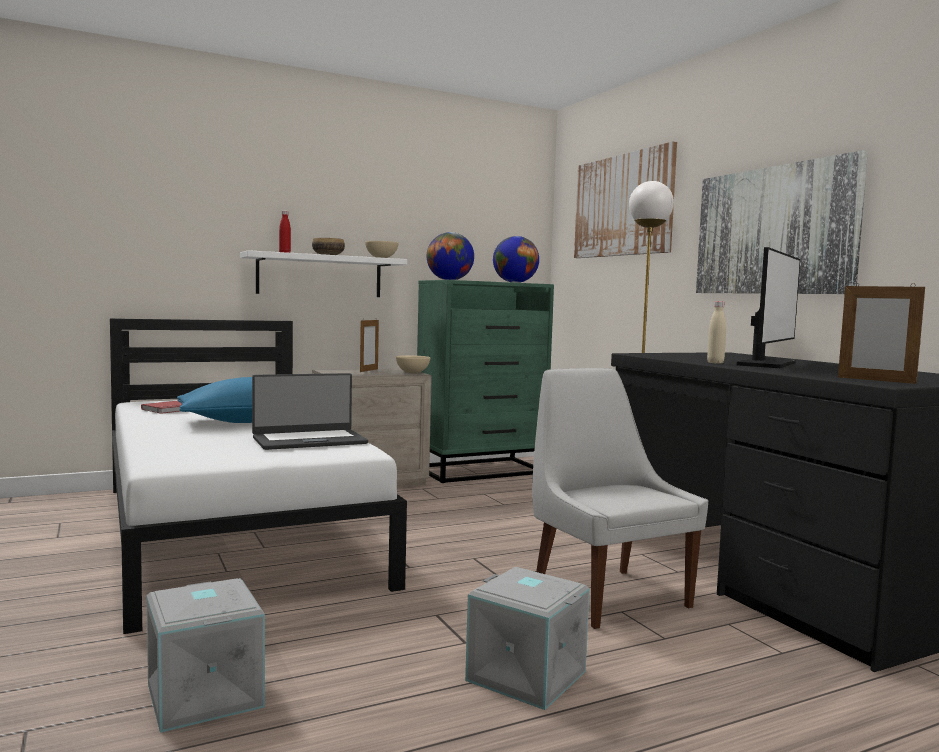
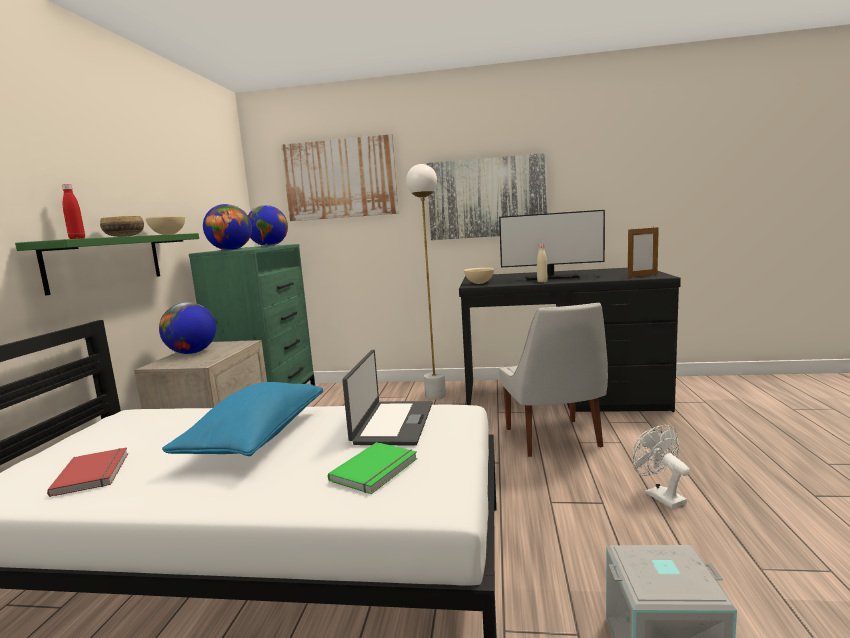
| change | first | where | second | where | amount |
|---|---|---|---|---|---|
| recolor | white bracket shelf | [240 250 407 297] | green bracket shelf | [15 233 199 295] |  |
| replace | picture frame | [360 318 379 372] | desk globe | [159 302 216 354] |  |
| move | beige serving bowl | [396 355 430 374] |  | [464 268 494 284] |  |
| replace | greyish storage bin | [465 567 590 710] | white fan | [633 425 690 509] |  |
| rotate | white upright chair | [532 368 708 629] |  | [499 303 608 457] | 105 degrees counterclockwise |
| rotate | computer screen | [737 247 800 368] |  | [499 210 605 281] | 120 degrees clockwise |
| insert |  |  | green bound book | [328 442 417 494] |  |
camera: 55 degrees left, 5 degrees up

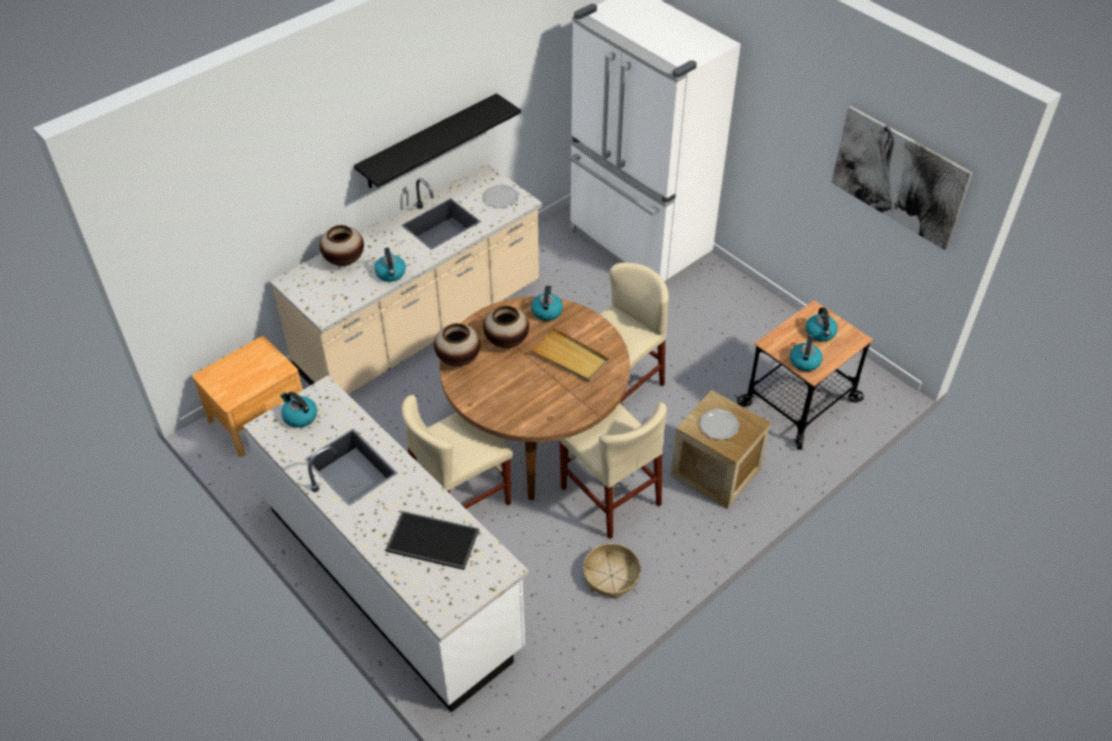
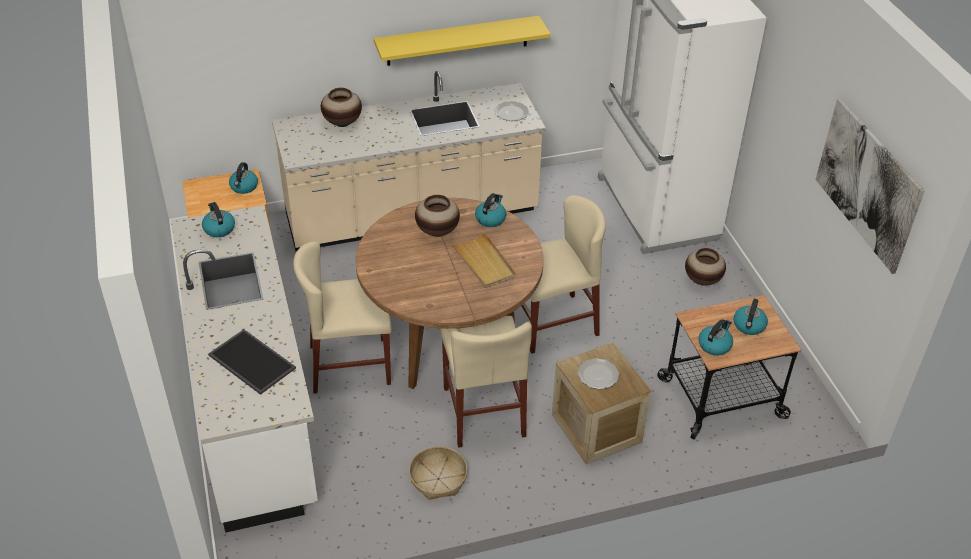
| change | first | where | second | where | amount |
|---|---|---|---|---|---|
| recolor | black-coloured bracket shelf | [354 93 521 188] | yellow-coloured bracket shelf | [374 16 551 66] |  |
| move | tea kettle | [374 248 406 282] |  | [229 162 258 194] |  |
| move | flower vase | [434 323 481 367] |  | [685 248 726 286] |  |
camera: 25 degrees right, 5 degrees down

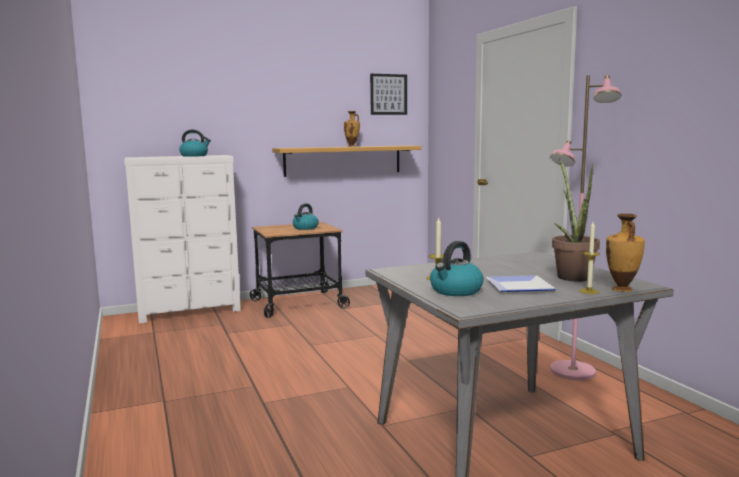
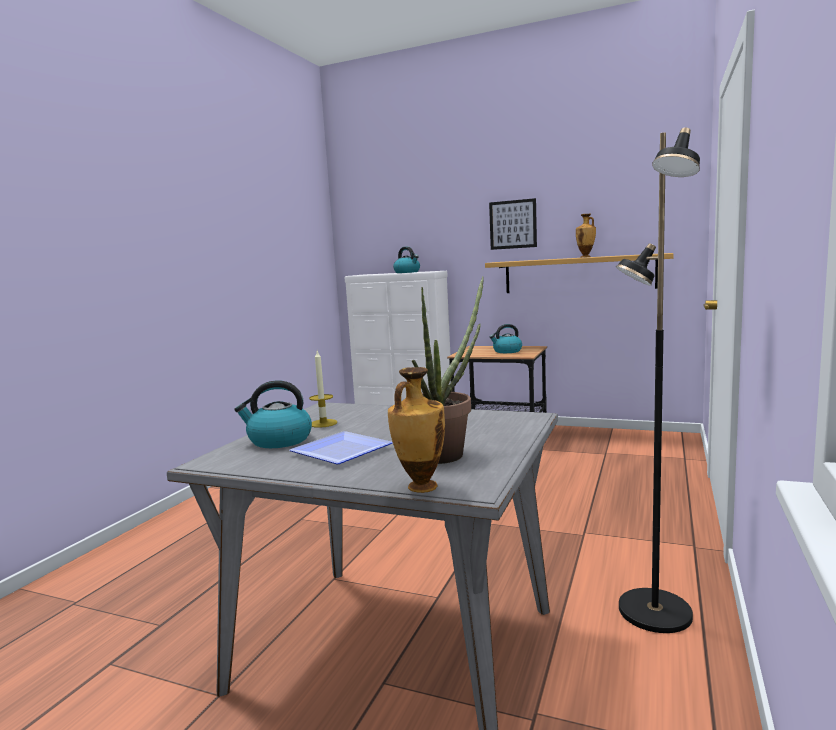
| change | first | where | second | where | amount |
|---|---|---|---|---|---|
| move | wall picture | [370 74 407 115] |  | [489 198 537 250] |  |
| recolor | pink-coloured standard lamp | [550 75 621 381] | black-coloured standard lamp | [616 128 700 633] |  |
| delete | wax candle | [579 222 600 294] |  |  |  |
camera: 45 degrees right, 0 degrees up

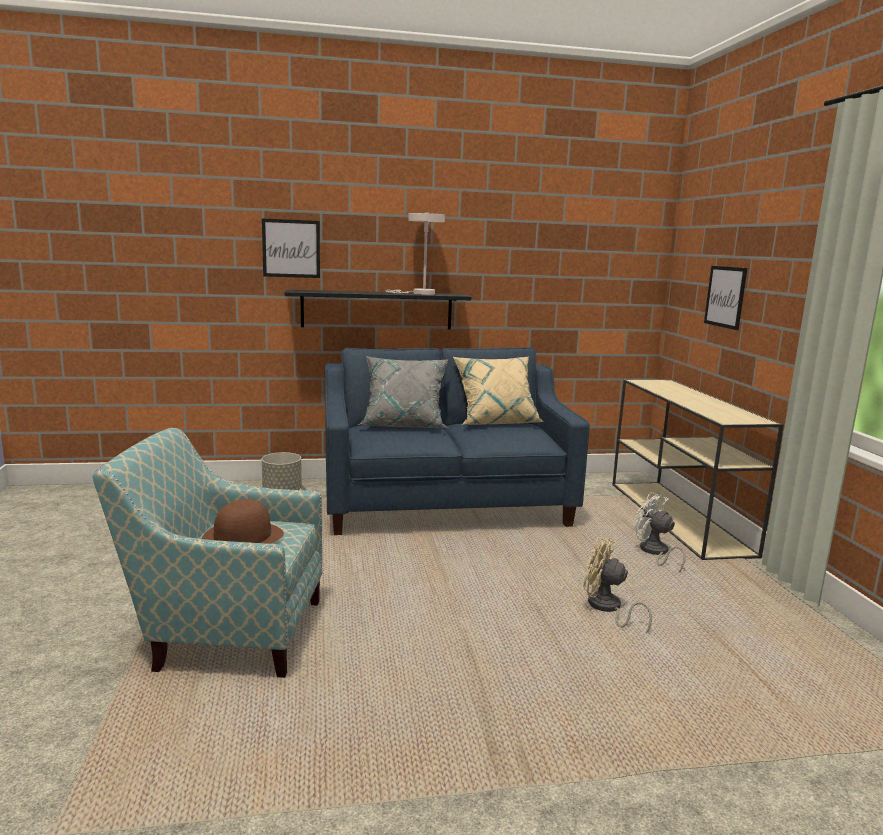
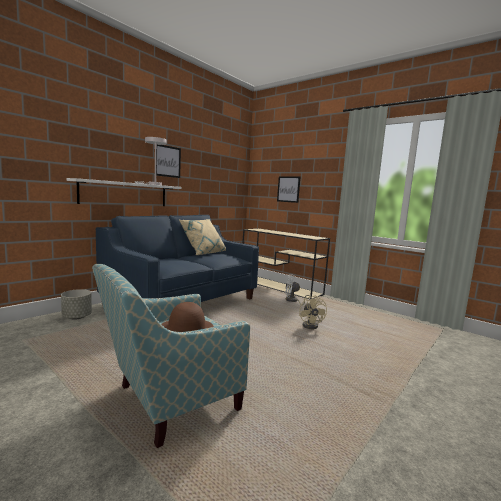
| change | first | where | second | where | amount |
|---|---|---|---|---|---|
| move | wall picture | [262 219 320 278] |  | [156 145 181 178] |  |
| recolor | black-coloured bracket shelf | [285 290 471 329] | white bracket shelf | [66 178 181 206] |  |
| delete | greyish pillow | [357 356 449 428] |  |  |  |
| rotate | beige fan | [583 537 652 634] |  | [299 295 327 329] | 90 degrees counterclockwise |
camera: 40 degrees left, 5 degrees down

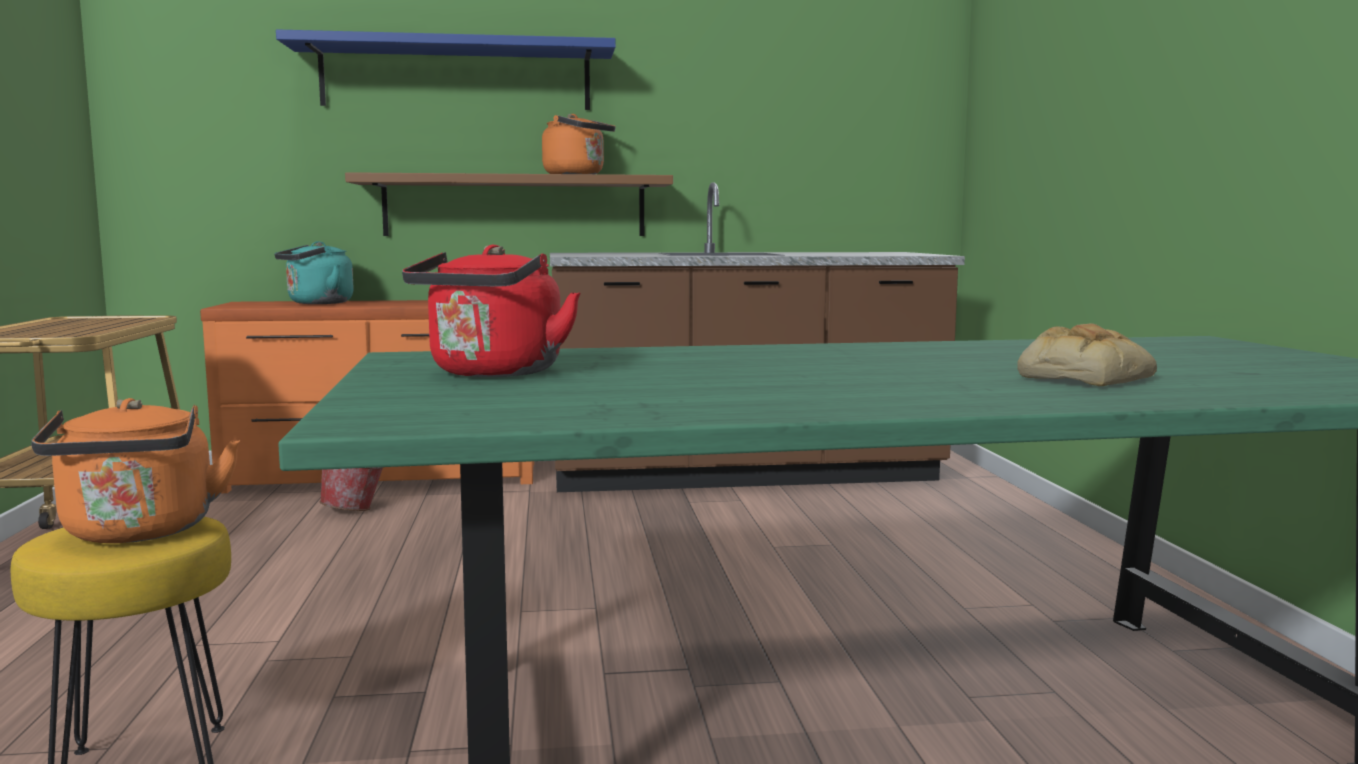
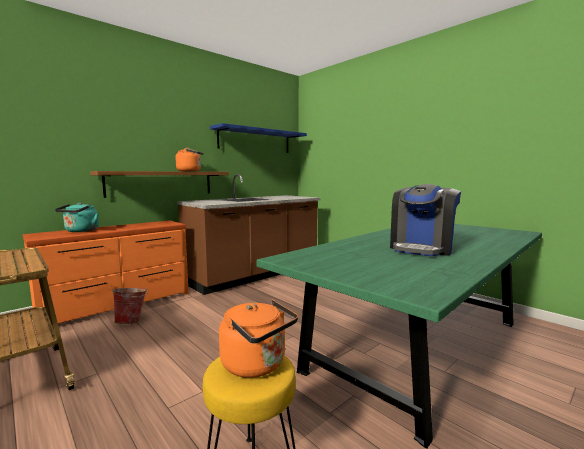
| change | first | where | second | where | amount |
|---|---|---|---|---|---|
| move | bluish bracket shelf | [276 29 616 110] |  | [210 123 307 153] |  |
| delete | red-coloured tea kettle | [402 245 581 377] |  |  |  |
| delete | bakery bread | [1017 323 1157 386] |  |  |  |
| insert |  |  | coffee brewer | [390 184 461 256] |  |
camera: 35 degrees left, 0 degrees up

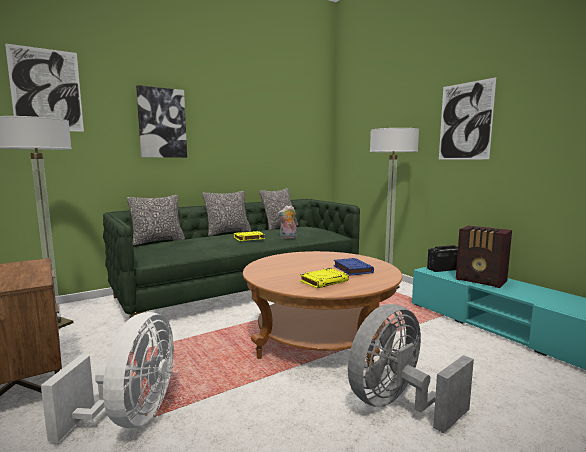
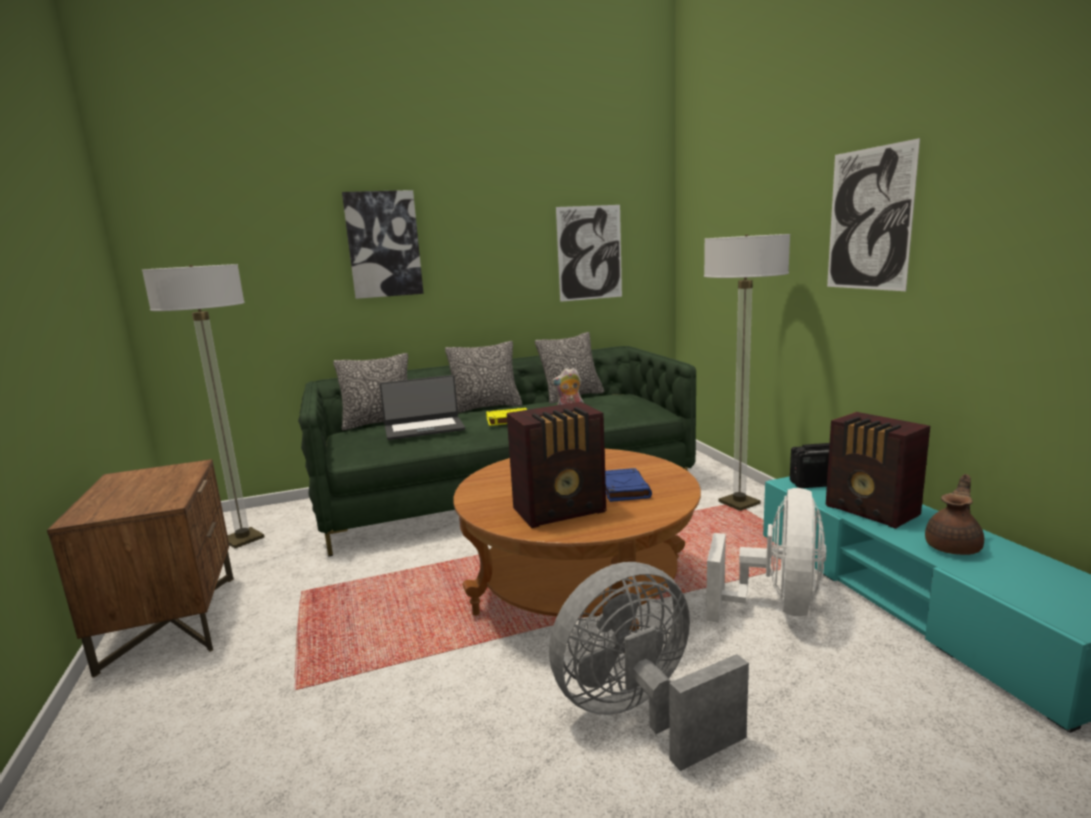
| change | first | where | second | where | amount |
|---|---|---|---|---|---|
| move | wall picture | [5 43 84 132] |  | [556 205 622 302] |  |
| move | white fan | [41 312 174 442] |  | [706 488 826 623] |  |
| replace | yellow-coloured bound book | [300 268 349 288] | radio | [507 402 606 528] |  |
| insert |  |  | laptop | [380 375 465 440] |  |
| insert |  |  | brown teapot | [925 474 984 555] |  |
camera: 15 degrees right, 5 degrees up

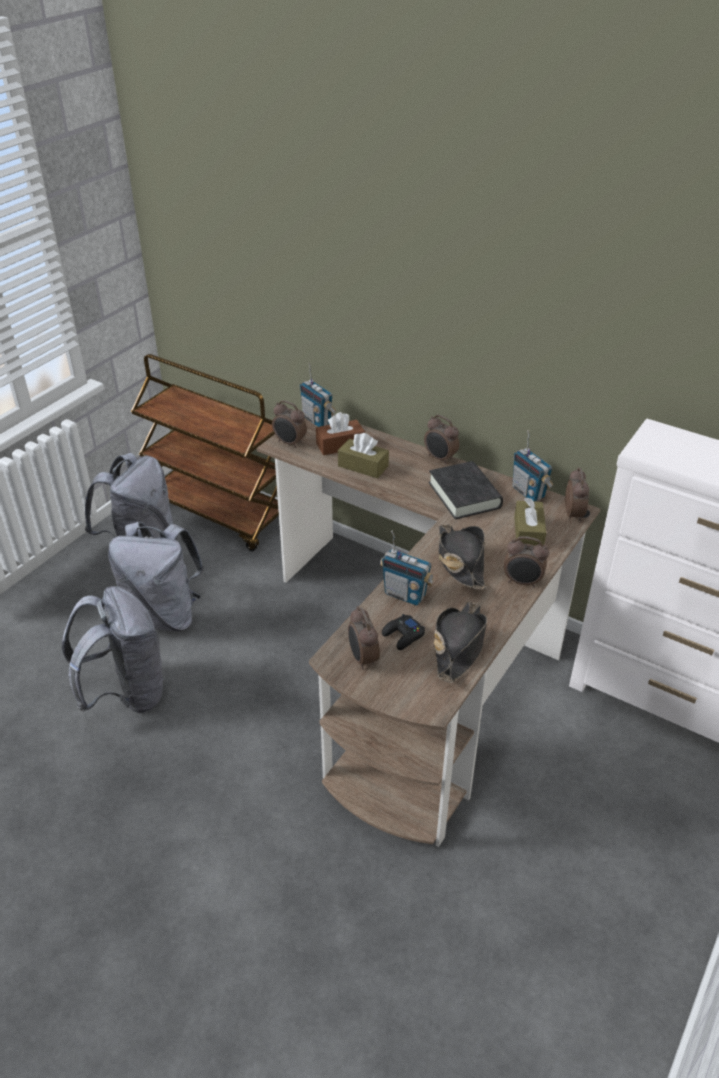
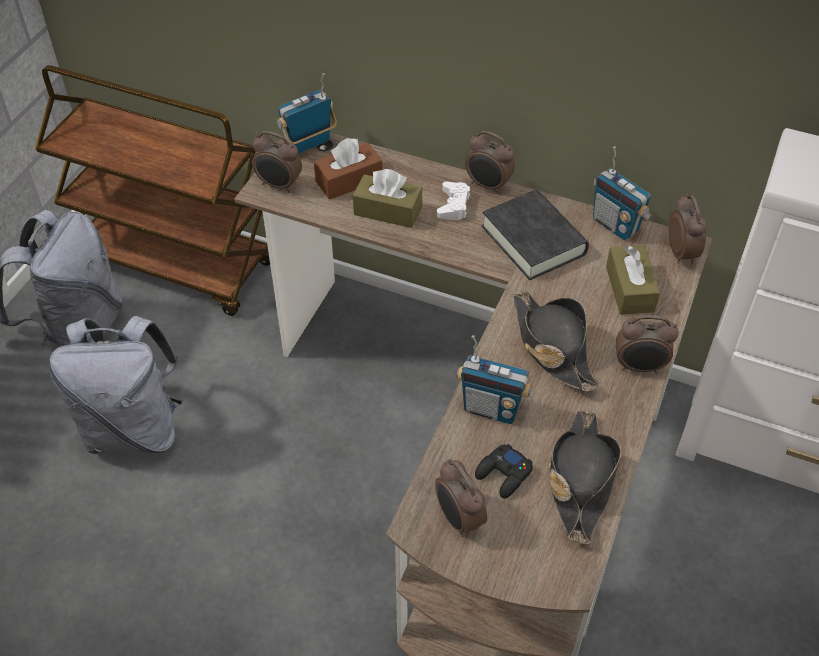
| change | first | where | second | where | amount |
|---|---|---|---|---|---|
| delete | greyish knapsack | [62 586 165 713] |  |  |  |
| rotate | radio | [300 363 337 427] |  | [277 73 337 154] | 105 degrees clockwise |
| insert |  |  | white gamepad | [437 181 471 220] |  |
camera: 10 degrees left, 10 degrees up

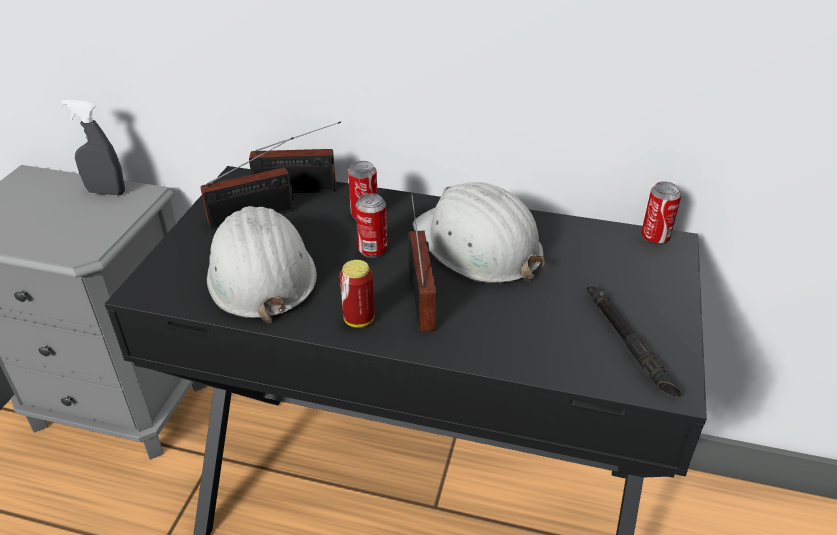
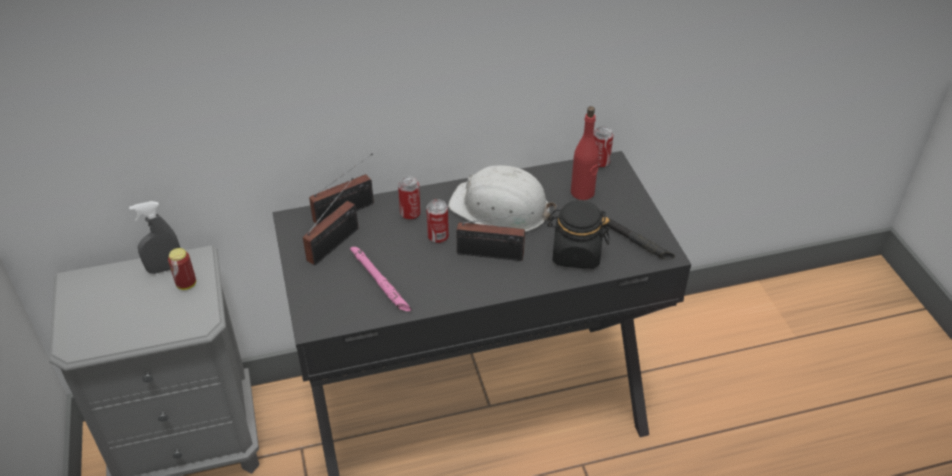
| change | first | where | second | where | amount |
|---|---|---|---|---|---|
| replace | white work helmet | [207 206 317 323] | pink-coloured flashlight | [350 246 412 312] |  |
| move | sealed can | [340 260 375 327] |  | [168 248 196 290] |  |
| rotate | radio | [409 193 436 331] |  | [456 212 534 261] | 135 degrees clockwise |
| insert |  |  | black-coloured jar | [547 200 610 269] |  |
| insert |  |  | red-coloured drink bottle | [571 106 599 200] |  |
camera: 30 degrees left, 5 degrees up

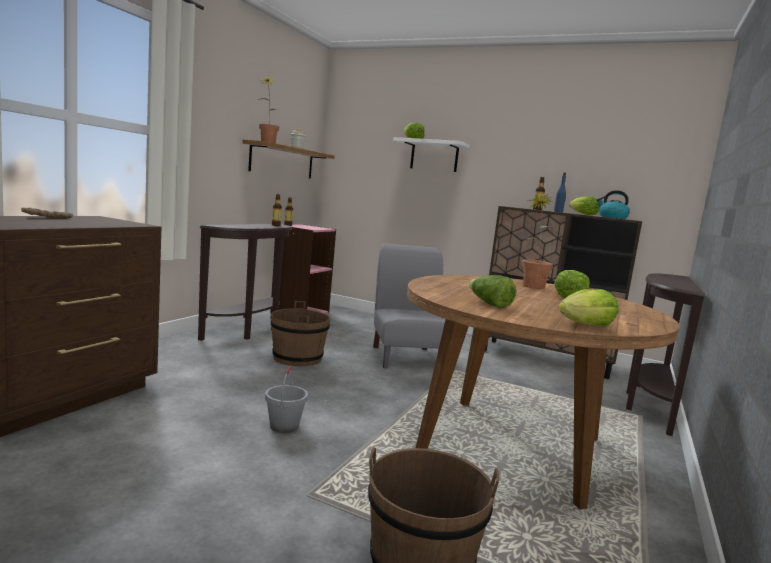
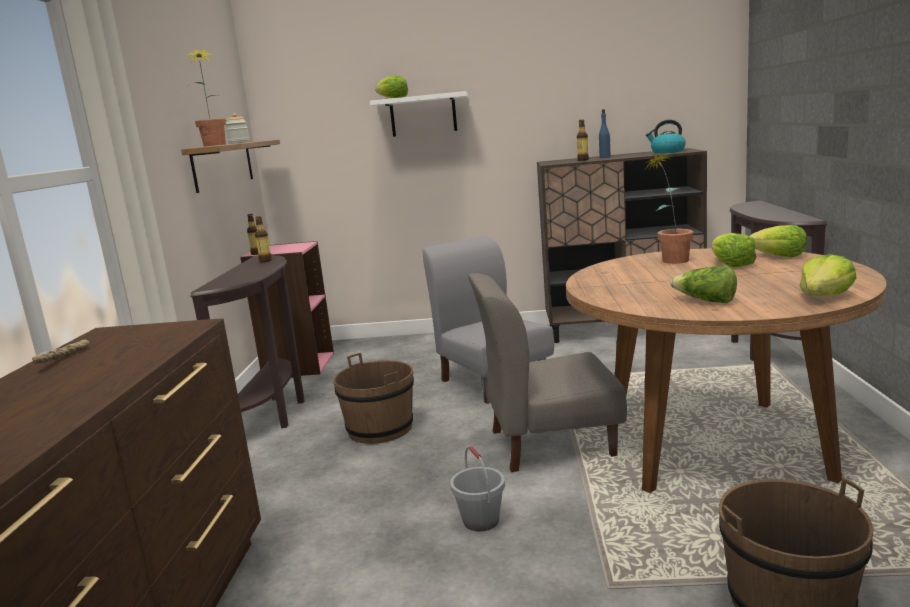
| change | first | where | second | where | amount |
|---|---|---|---|---|---|
| move | head of lettuce | [569 196 600 215] |  | [750 225 807 257] |  |
| insert |  |  | greyish upright chair | [468 273 627 472] |  |
camera: 20 degrees left, 5 degrees up

